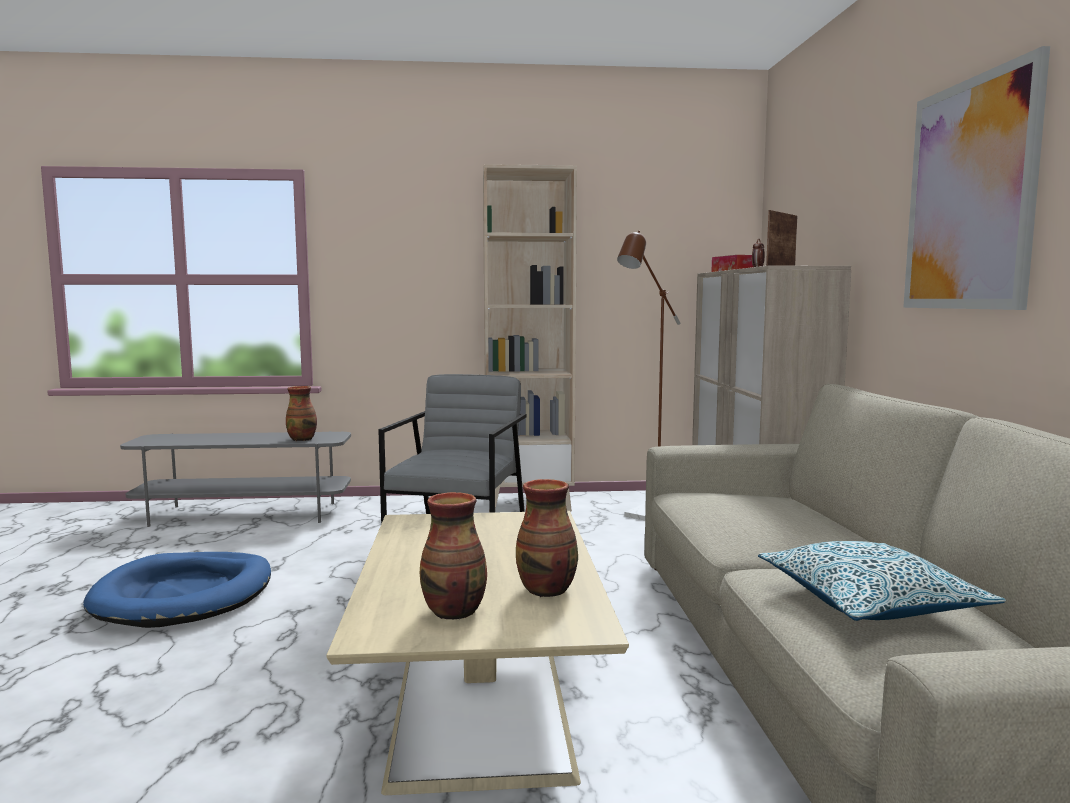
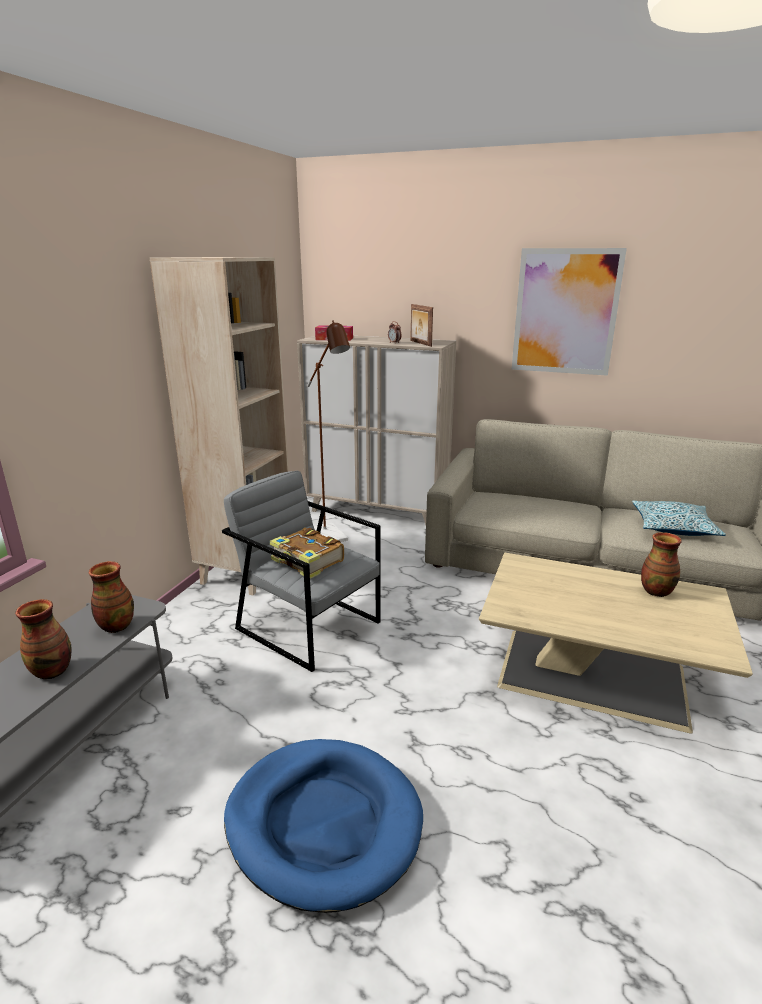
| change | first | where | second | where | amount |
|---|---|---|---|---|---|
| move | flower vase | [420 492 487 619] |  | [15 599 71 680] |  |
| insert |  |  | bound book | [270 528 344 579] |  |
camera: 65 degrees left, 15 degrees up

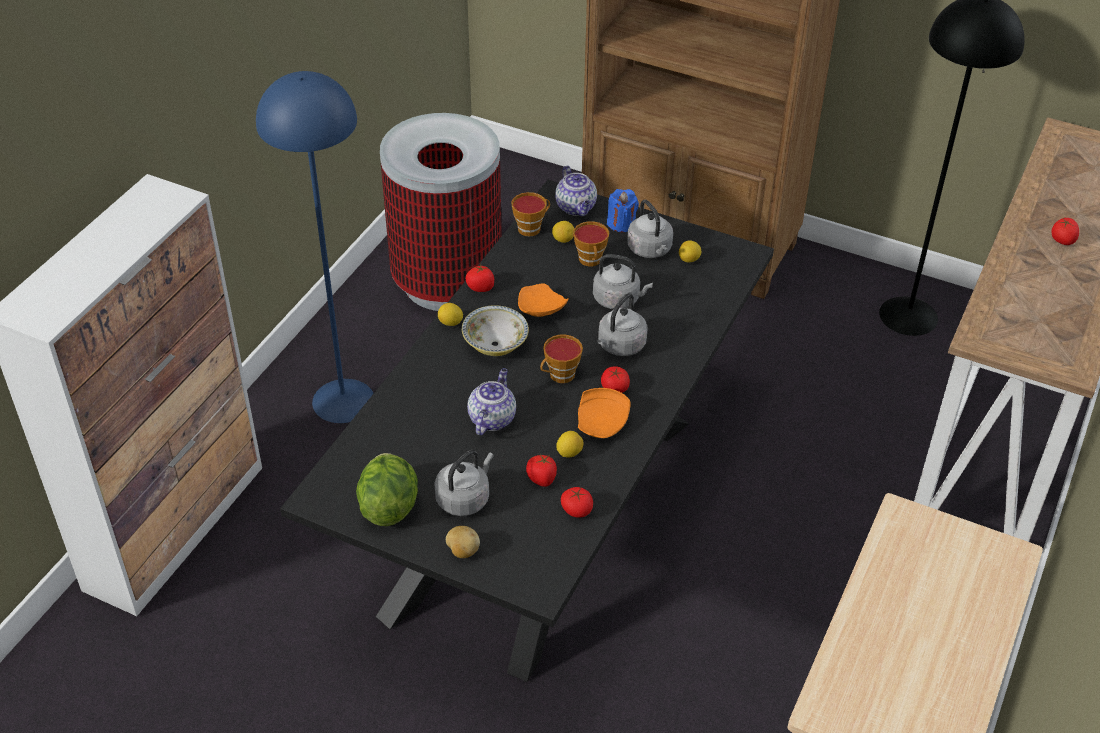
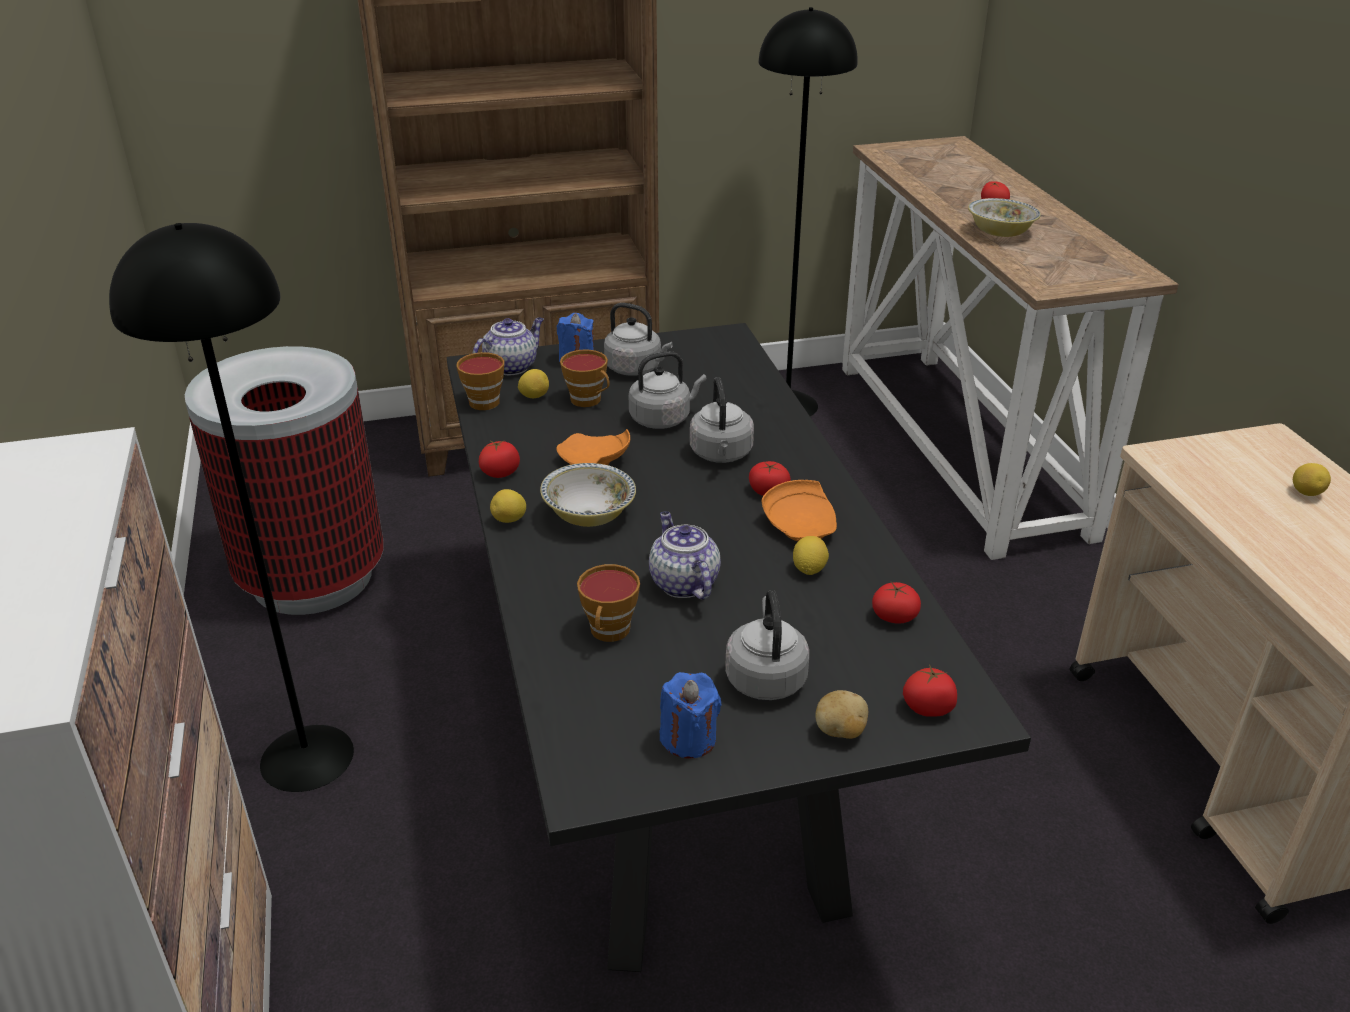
| change | first | where | second | where | amount |
|---|---|---|---|---|---|
| recolor | bluish standard lamp | [256 71 374 423] | black-coloured standard lamp | [109 223 354 792] |  |
| replace | head of lettuce | [356 453 418 526] | bluish wax candle | [660 672 721 759] |  |
| move | fresh tomato | [526 455 557 487] |  | [903 665 957 717] |  |
| move | small cup | [540 335 583 383] |  | [577 564 640 642] |  |
| rotate | teapot | [555 166 597 216] |  | [472 318 544 375] | 75 degrees counterclockwise |
| move | lemon | [679 240 701 262] |  | [1293 463 1331 496] |  |
| insert |  |  | serving bowl | [968 198 1041 237] |  |
camera: 40 degrees left, 10 degrees down

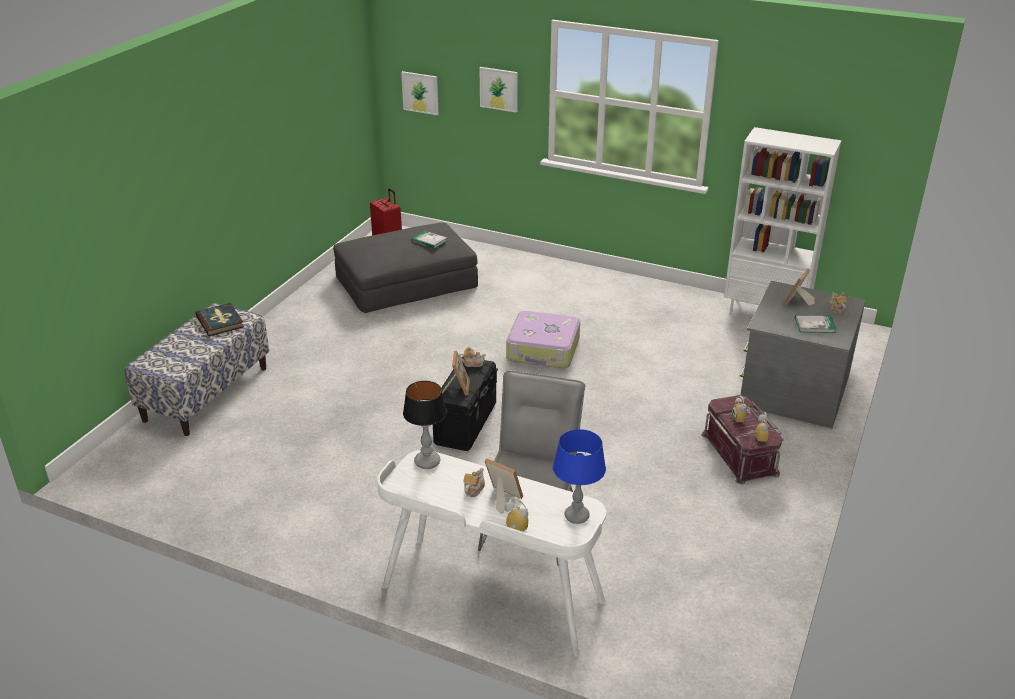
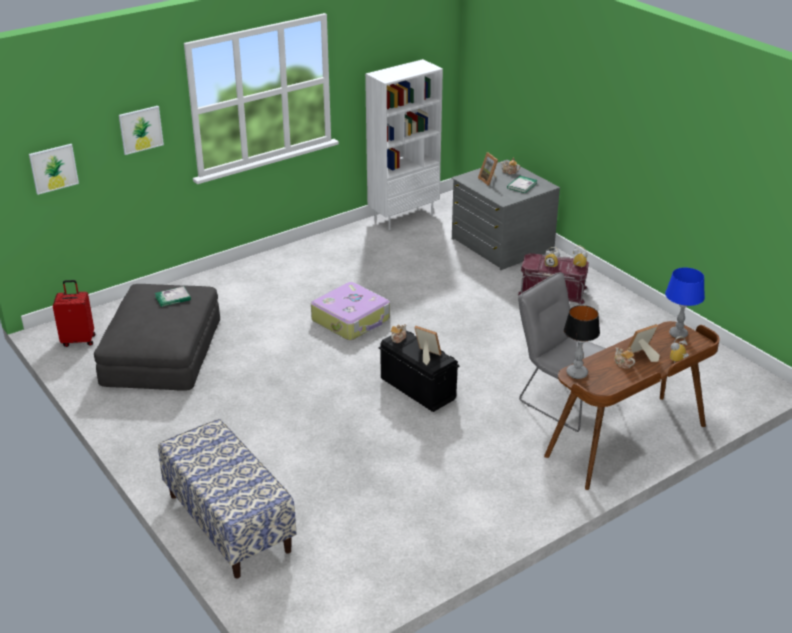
| change | first | where | second | where | amount |
|---|---|---|---|---|---|
| delete | bound book | [195 303 244 336] |  |  |  |
| recolor | white desk | [377 450 606 657] | brown desk | [544 321 720 490] |  |
camera: 60 degrees left, 0 degrees up

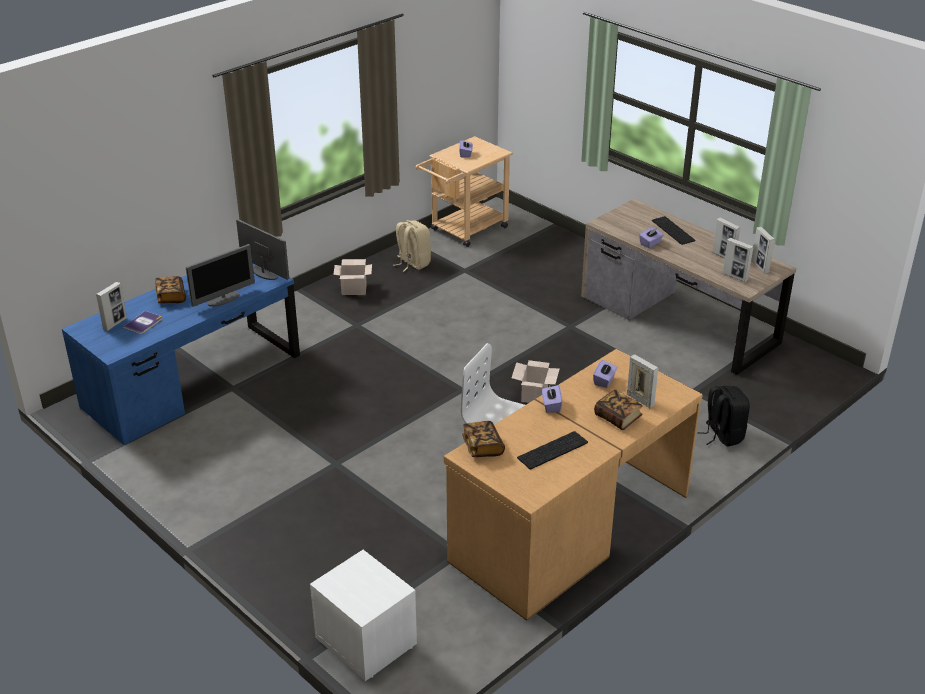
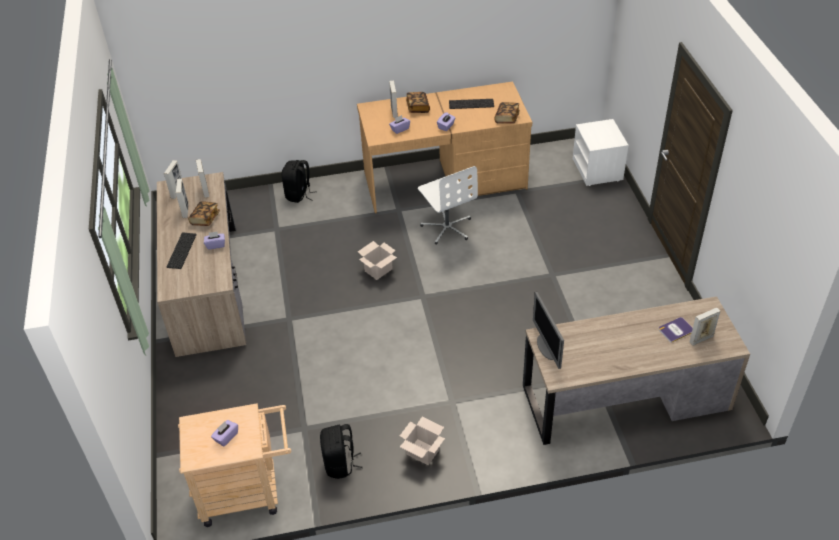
| change | first | where | second | where | amount |
|---|---|---|---|---|---|
| recolor | bluish desk | [62 263 300 445] | brown desk | [523 296 750 445] |  |
| move | bound book | [155 276 186 303] |  | [188 201 220 226] |  |
| delete | computer screen | [186 244 255 307] |  |  |  |
| recolor | beige knapsack | [393 220 431 272] | black-coloured knapsack | [320 424 363 479] |  |
camera: 145 degrees left, 10 degrees up

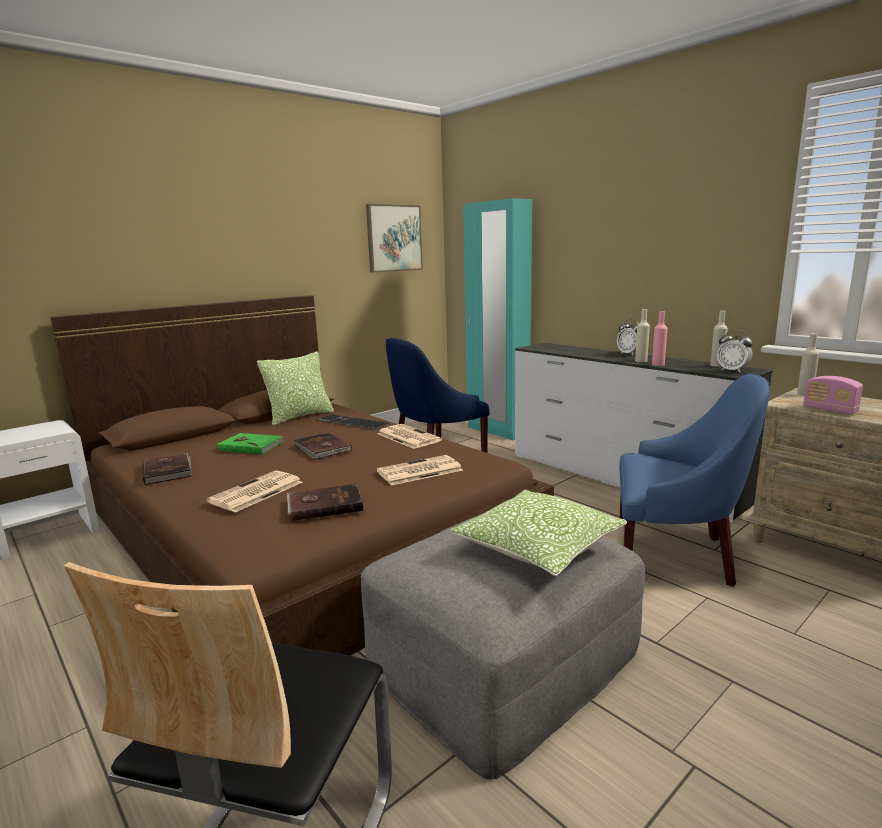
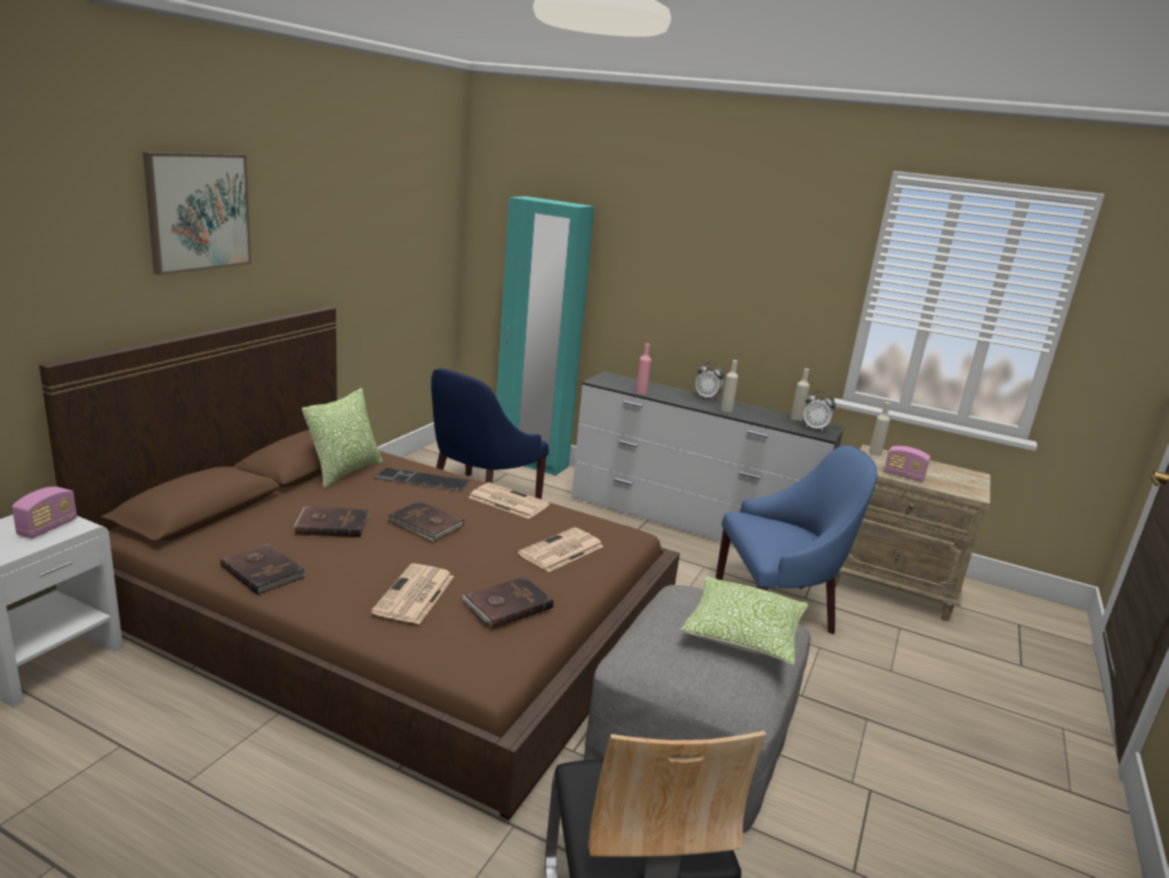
| change | first | where | second | where | amount |
|---|---|---|---|---|---|
| recolor | green bound book | [217 433 284 454] | brown bound book | [294 507 369 537] |  |
| move | wall picture | [366 204 423 273] |  | [143 152 251 275] |  |
| move | pink-coloured drink bottle | [652 311 667 366] |  | [636 343 651 394] |  |
| insert |  |  | radio | [12 487 77 539] |  |
camera: 25 degrees left, 5 degrees up

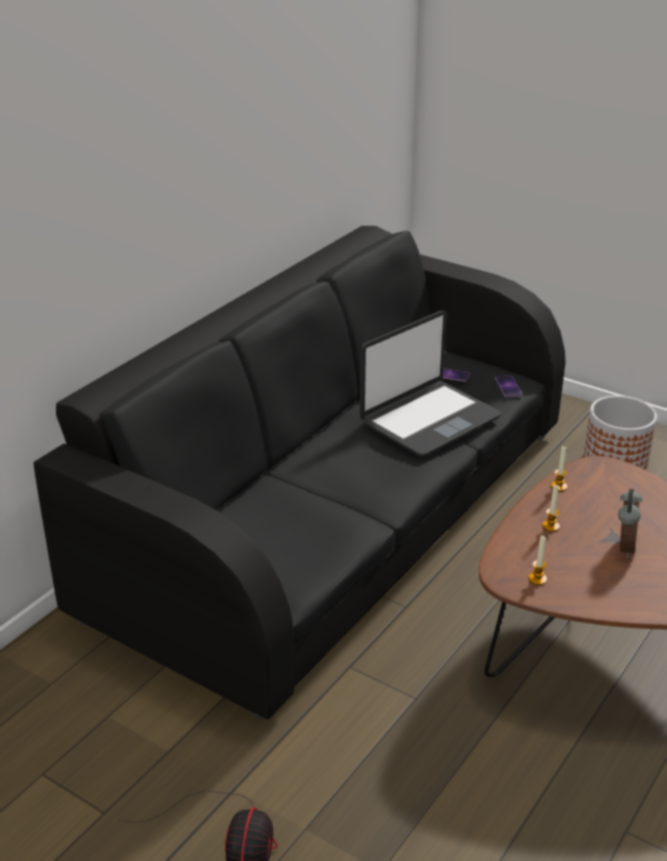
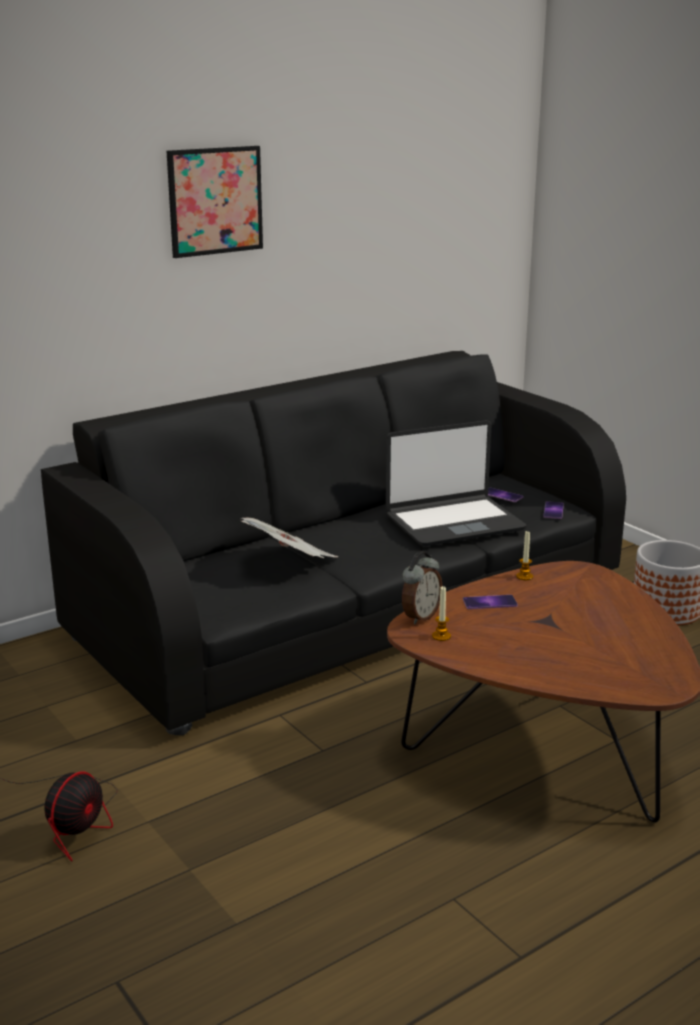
| change | first | where | second | where | amount |
|---|---|---|---|---|---|
| replace | wax candle | [542 485 560 532] | phone | [463 595 518 609] |  |
| move | alarm clock | [618 489 642 558] |  | [402 551 443 625] |  |
| insert |  |  | wall picture | [167 146 263 258] |  |
| insert |  |  | printed paper | [241 518 338 558] |  |
camera: 20 degrees right, 10 degrees down

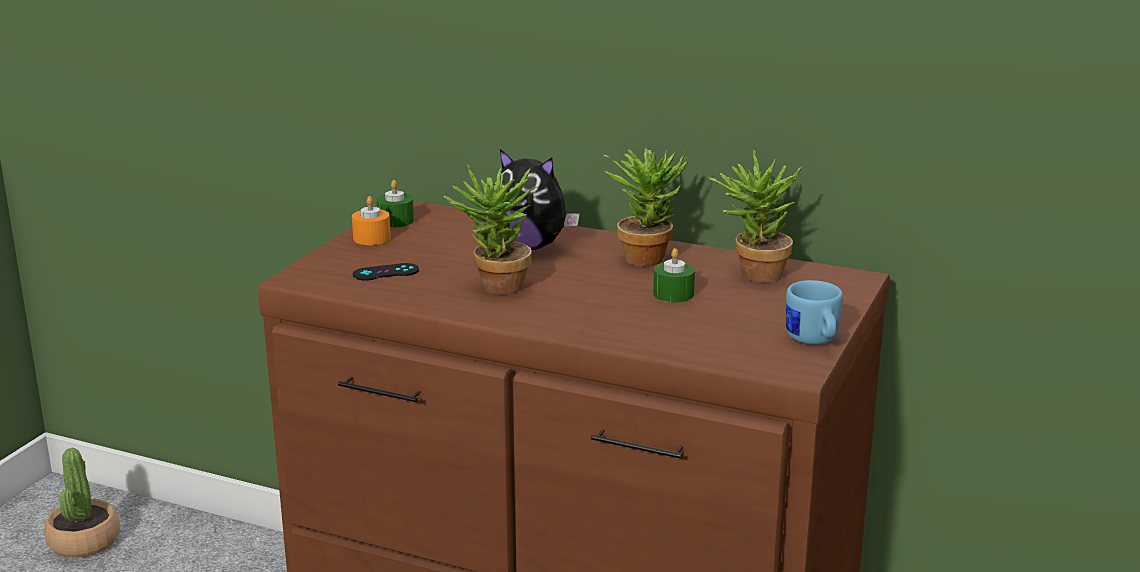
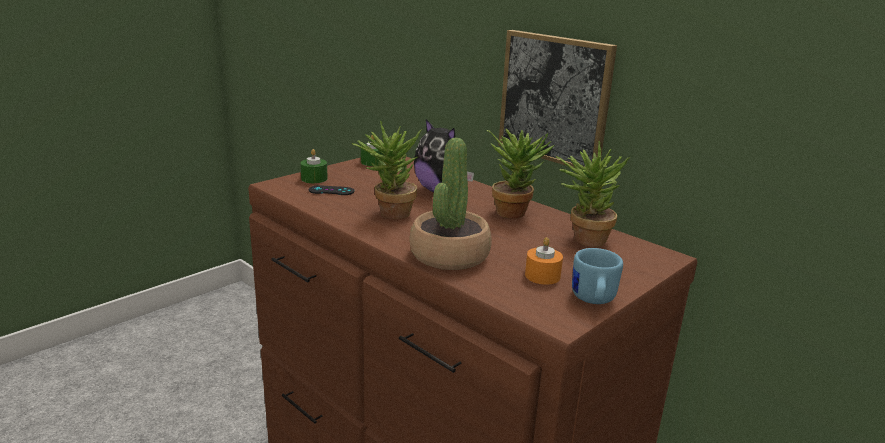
| change | first | where | second | where | amount |
|---|---|---|---|---|---|
| move | plant in a pot | [44 448 120 558] |  | [410 138 492 270] |  |
| move | orangey wax candle | [352 196 391 245] |  | [525 237 563 285] |  |
| move | green wax candle | [653 248 695 302] |  | [300 149 328 183] |  |
| insert |  |  | wall picture | [498 30 617 168] |  |
camera: 20 degrees right, 0 degrees up

